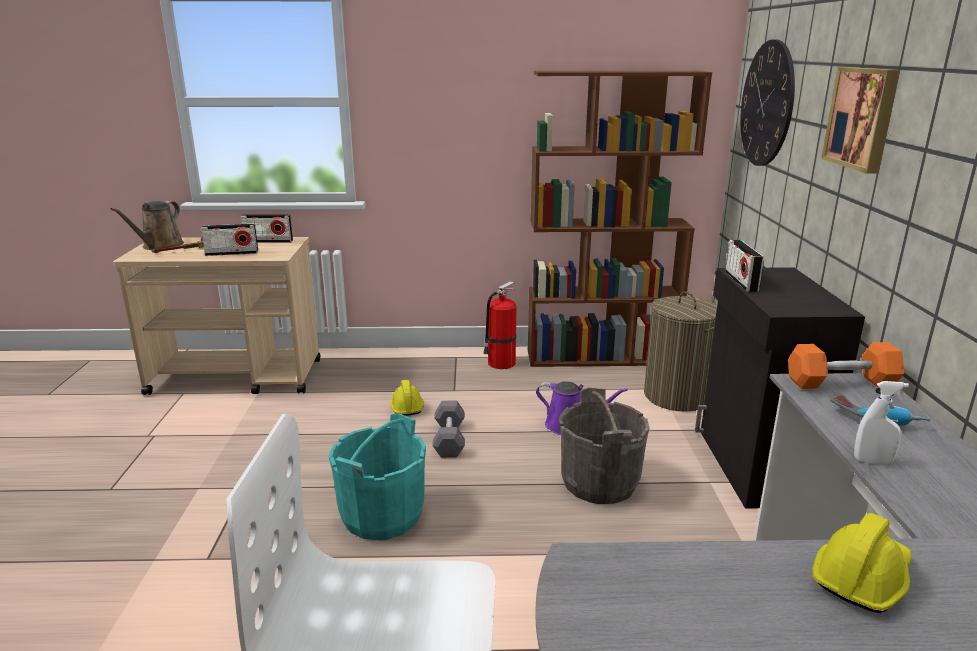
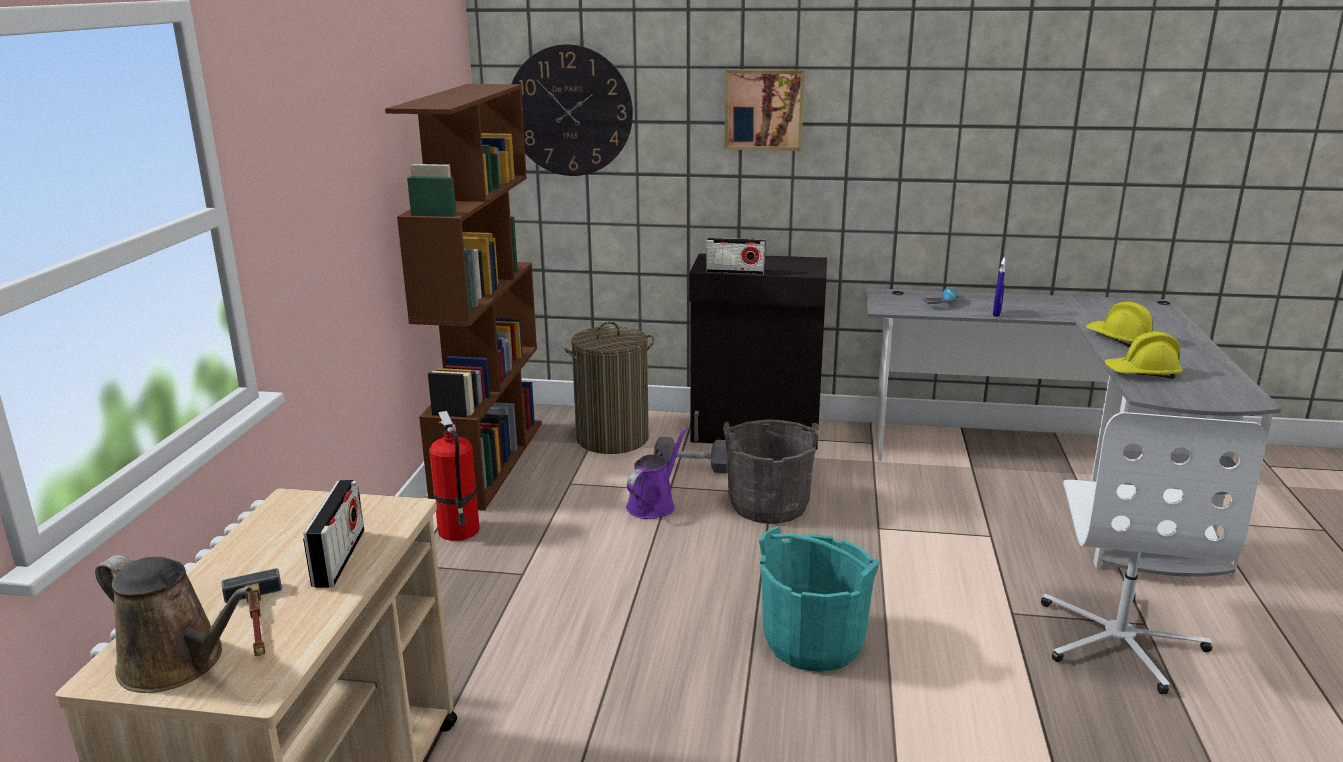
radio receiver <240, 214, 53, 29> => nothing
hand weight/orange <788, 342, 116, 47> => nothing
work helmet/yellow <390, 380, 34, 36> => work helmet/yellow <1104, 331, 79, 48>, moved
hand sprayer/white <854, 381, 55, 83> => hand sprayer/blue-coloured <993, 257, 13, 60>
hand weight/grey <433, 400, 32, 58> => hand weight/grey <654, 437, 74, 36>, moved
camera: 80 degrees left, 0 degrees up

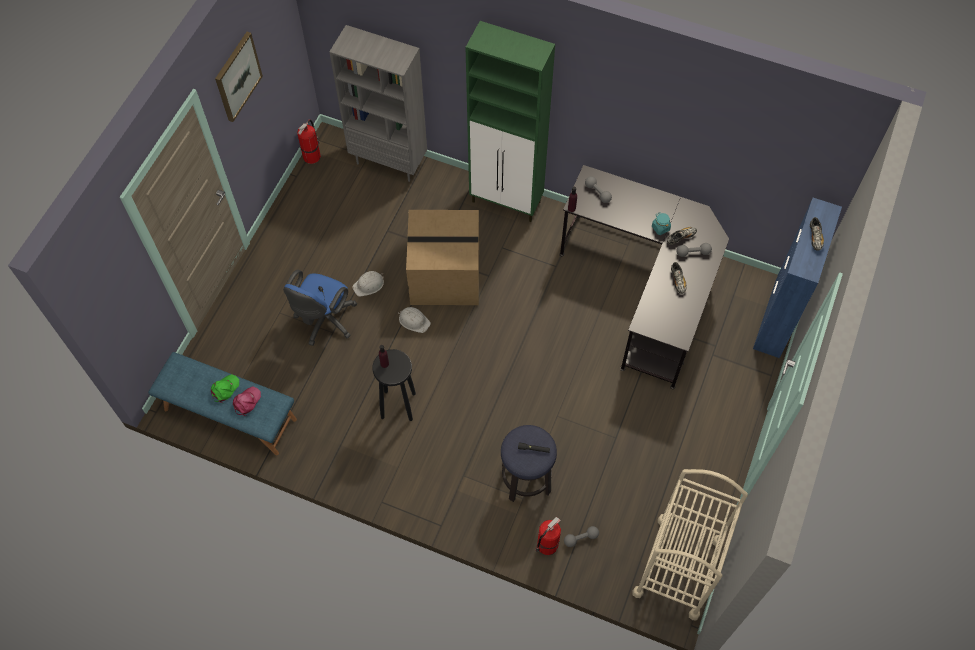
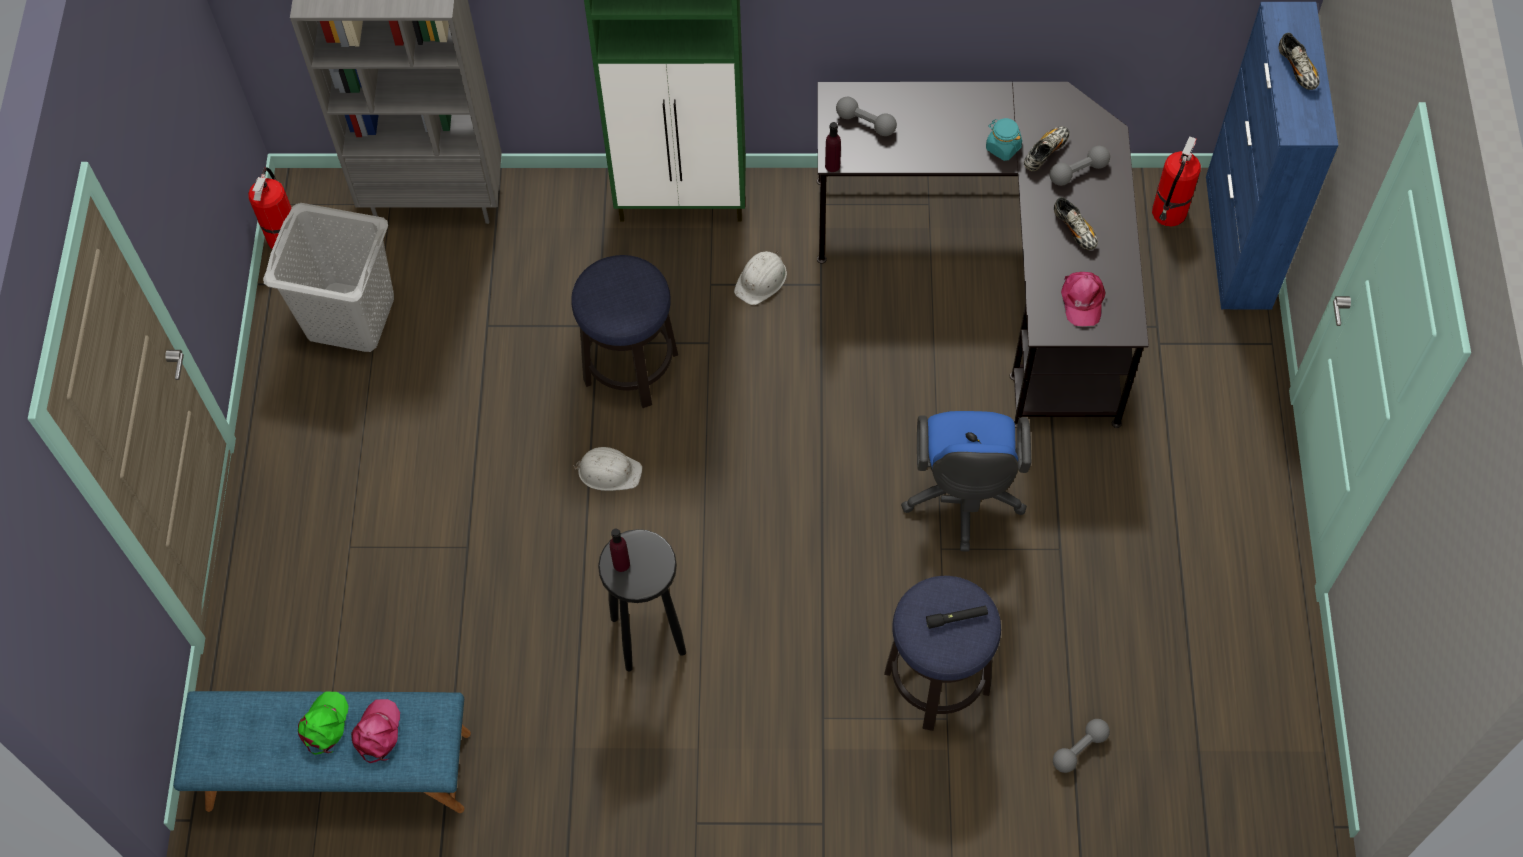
wall art <215, 32, 48, 90> => nothing
cardboard box <406, 210, 73, 95> => stool <571, 255, 107, 153>
computer chair/blue-coloured <283, 270, 74, 76> => computer chair/blue-coloured <901, 411, 130, 140>, moved
work helmet/white <352, 271, 32, 26> => work helmet/white <734, 251, 53, 54>, moved
wheeled cart/beige-coloured <633, 469, 115, 152> => nothing
extinguisher <535, 517, 26, 38> => extinguisher <1152, 136, 49, 90>, moved
nothing => laundry basket/grey <263, 203, 131, 149>
nothing => cap/pink <1061, 272, 45, 54>
camera: 20 degrees left, 0 degrees up

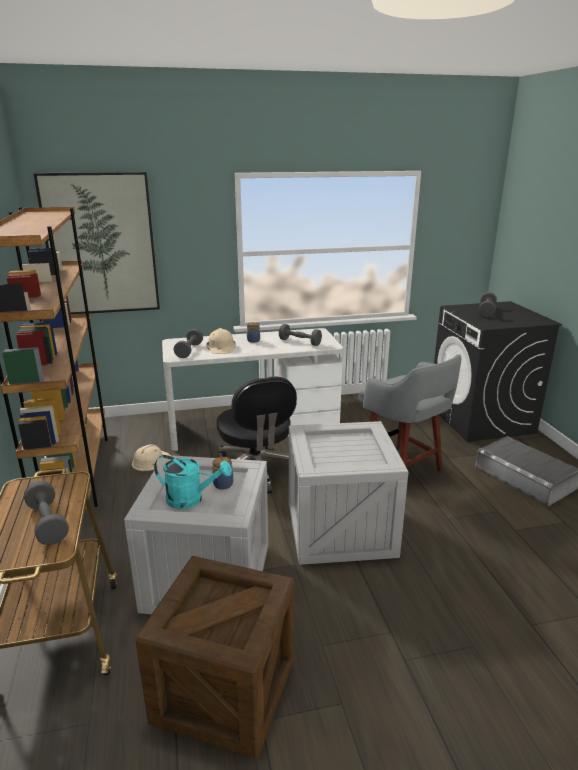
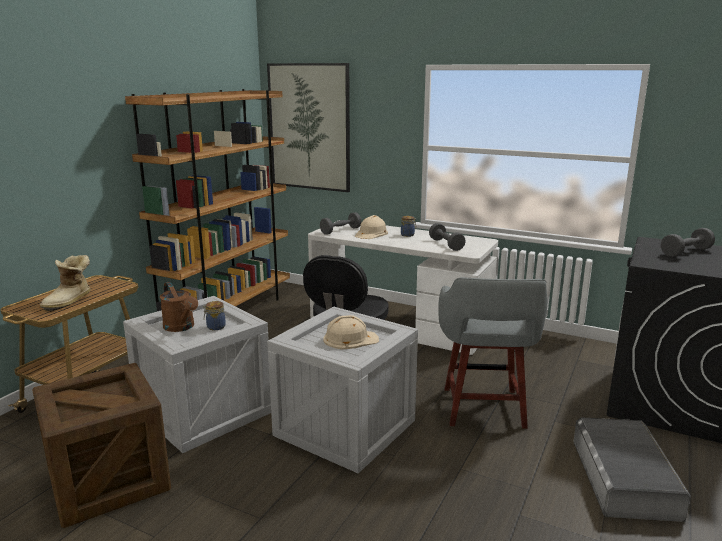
work helmet/beige-coloured <132, 444, 38, 27> => work helmet/beige-coloured <323, 315, 56, 34>, moved
sprinkling can/blue-green <154, 455, 78, 54> => sprinkling can/brown <160, 282, 38, 50>
hand weight/grey <24, 481, 45, 64> => high-top boot <40, 255, 51, 56>
camera: 40 degrees right, 5 degrees down

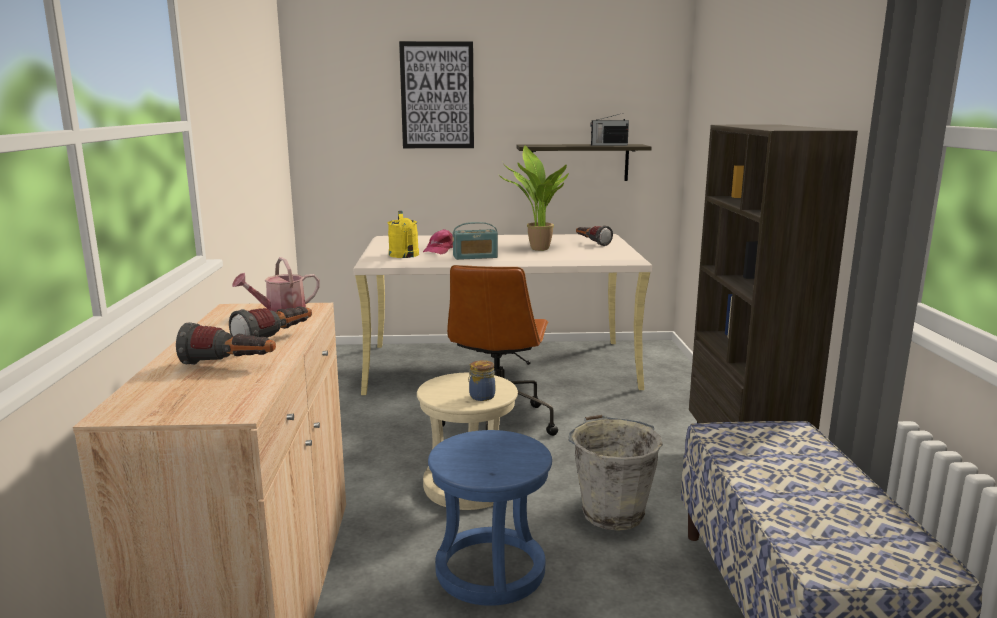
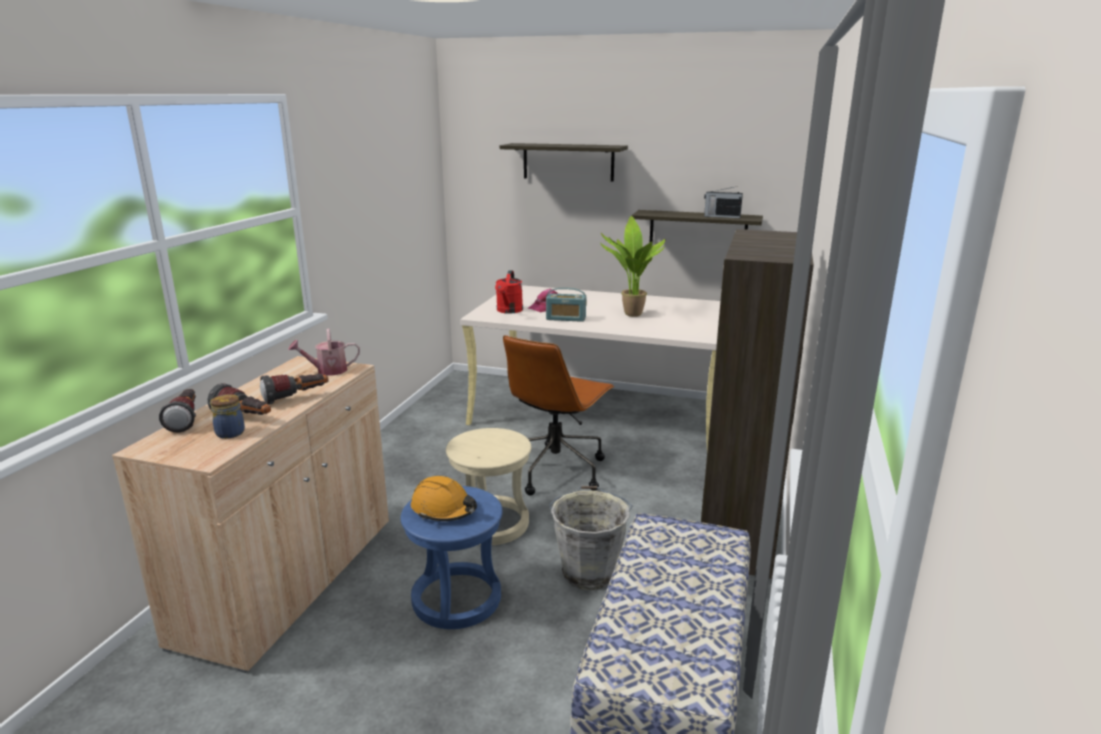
wall art <399, 41, 75, 107> => wall shelf <500, 143, 128, 38>
sprinkling can/yellow <388, 211, 31, 47> => sprinkling can/red <495, 270, 28, 44>
hand torch <576, 225, 37, 21> => hand torch <159, 389, 37, 43>, moved
preserve jar <468, 360, 27, 41> => preserve jar <210, 394, 35, 45>, moved
nothing => work helmet/orange <411, 476, 66, 45>
camera: 20 degrees right, 5 degrees up

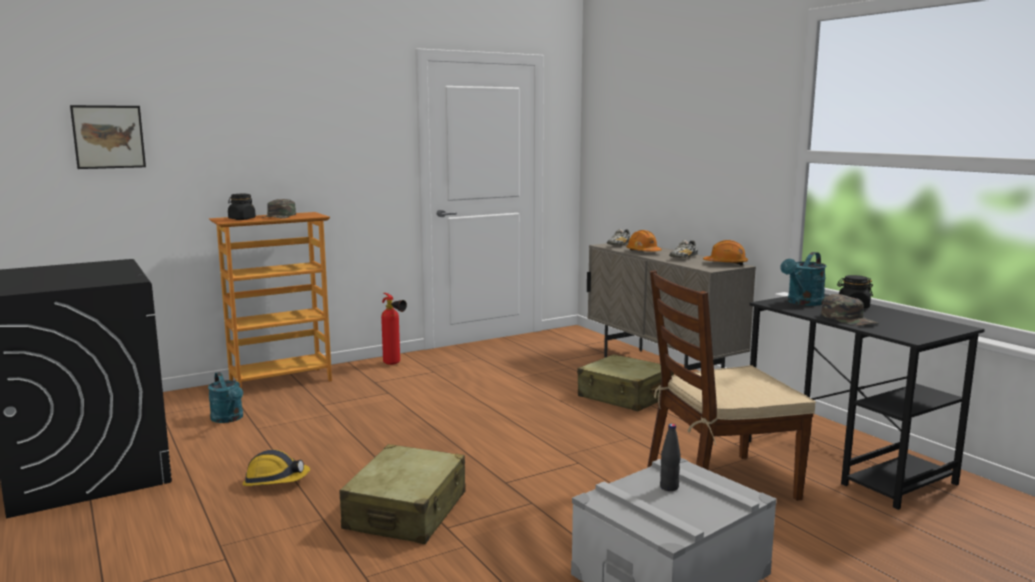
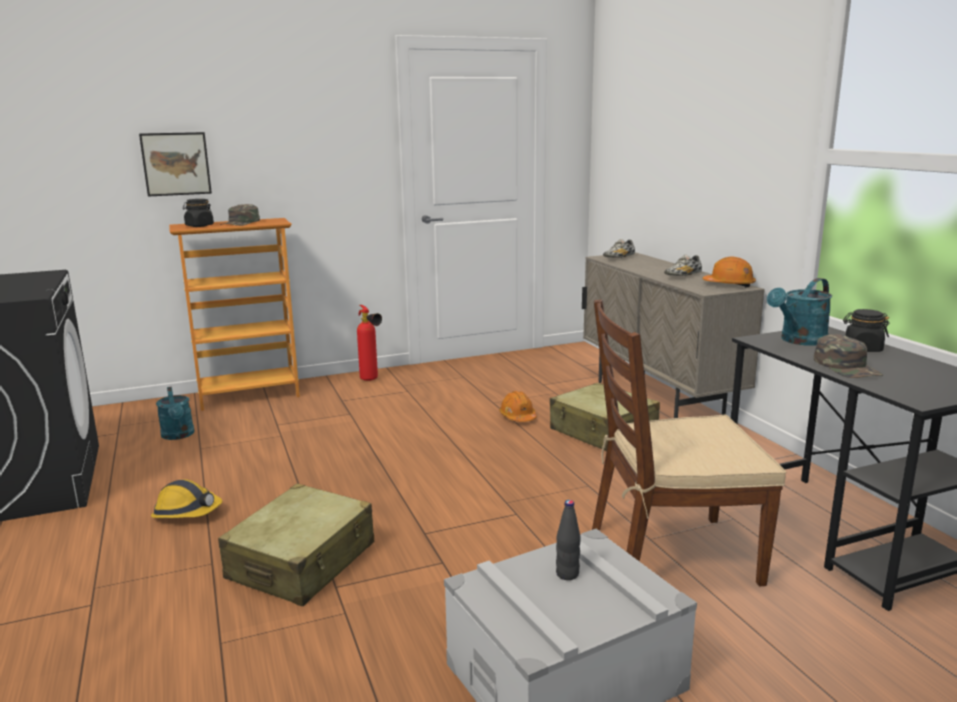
wall art <70, 105, 76, 64> => wall art <139, 132, 73, 65>, moved
work helmet/orange <626, 230, 36, 22> => work helmet/orange <499, 391, 38, 31>, moved
camera: 10 degrees right, 5 degrees up

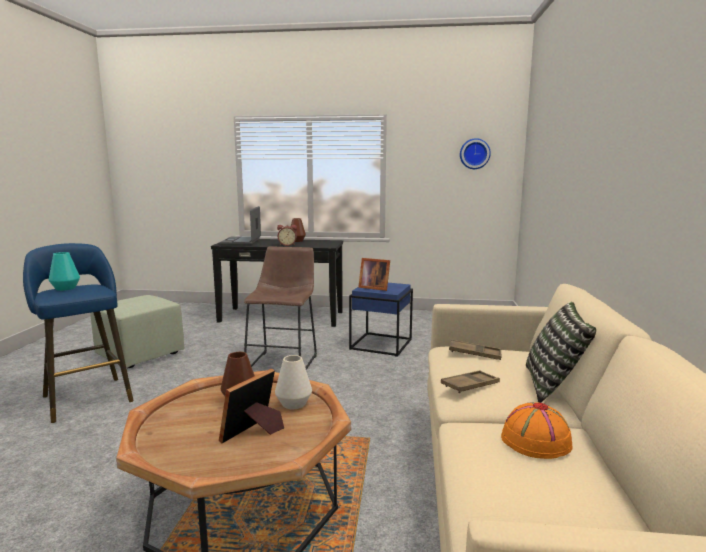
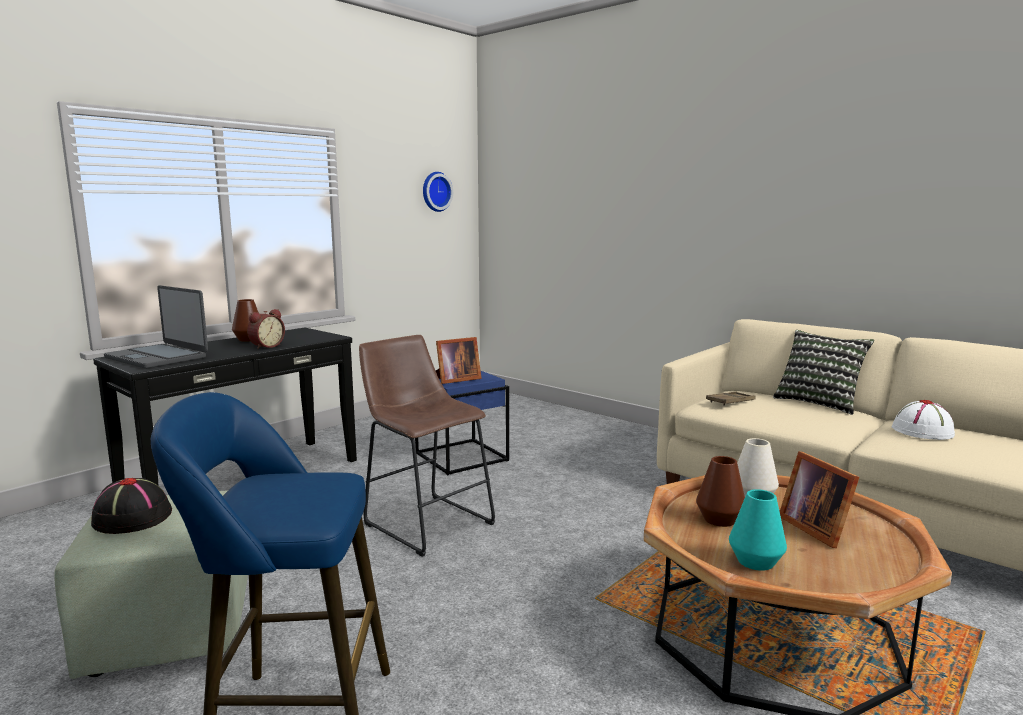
vase/blue-green <48, 252, 32, 39> => vase/blue-green <729, 489, 58, 82>, moved
tray/brown <441, 370, 59, 23> => nothing
hat/orange <501, 402, 71, 57> => hat/white <892, 400, 63, 40>
nothing => hat/blackish <91, 478, 81, 56>
camera: 55 degrees left, 0 degrees up

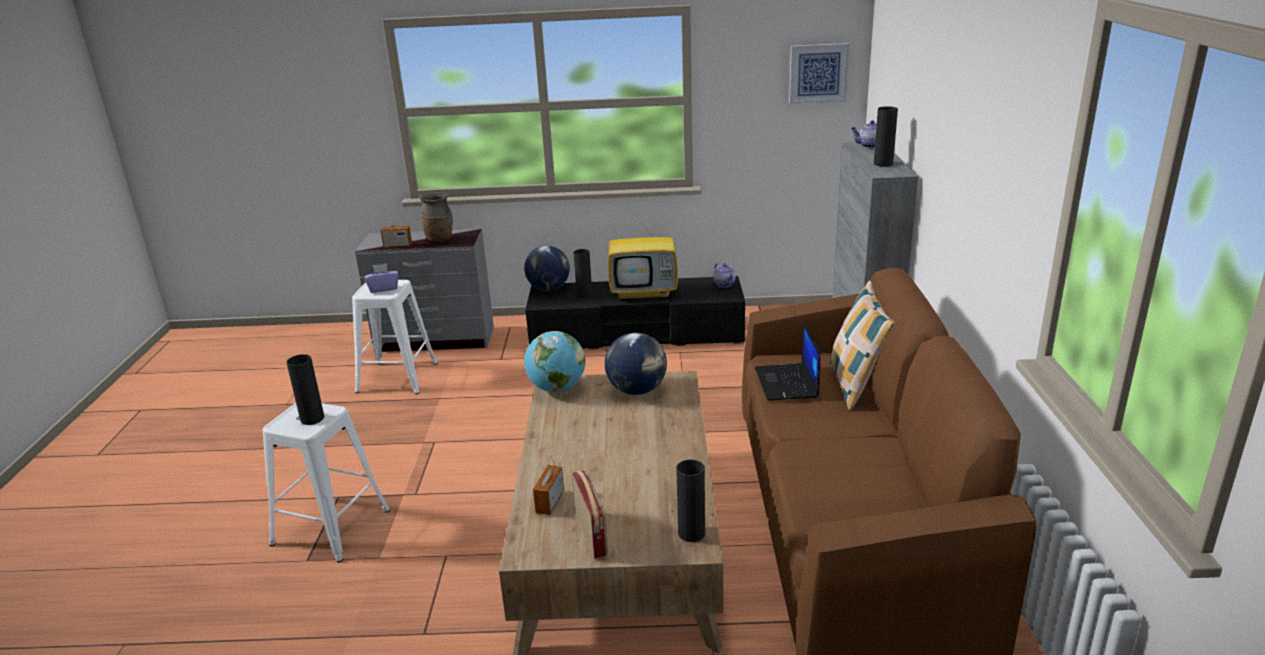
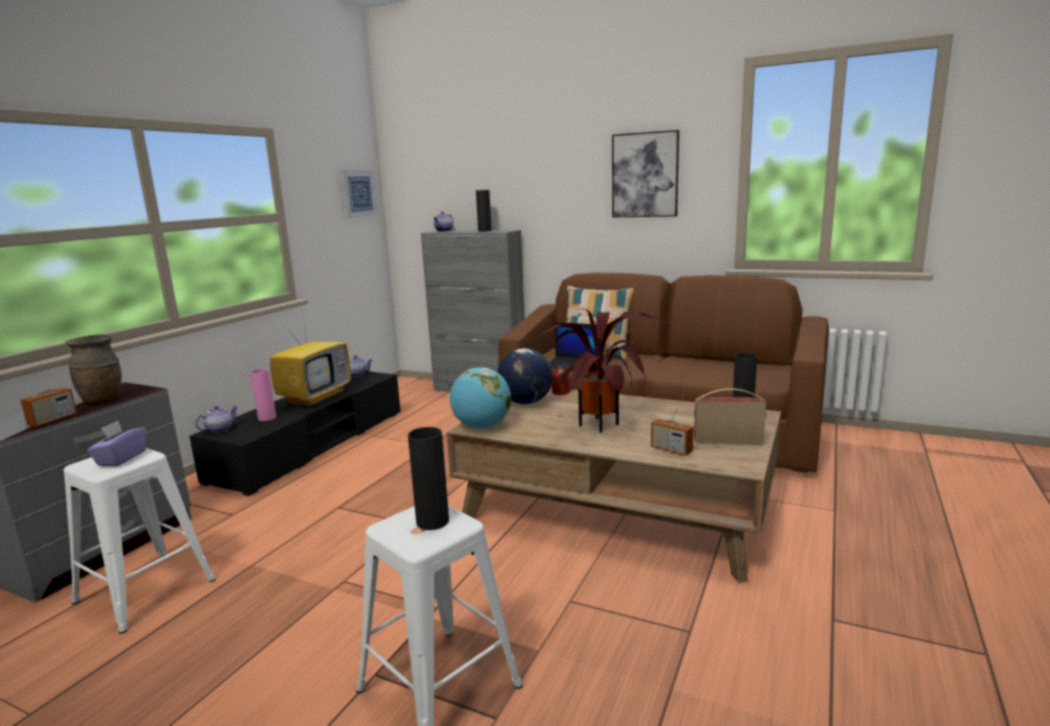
world globe <524, 246, 46, 45> => pot for tea <195, 406, 44, 27>
vase/blackish <573, 249, 19, 49> => vase/pink <250, 369, 26, 52>
nothing => wall art <612, 130, 67, 88>
nothing => houseplant <537, 309, 133, 124>
nothing => candle/red <552, 367, 18, 28>
camera: 65 degrees left, 10 degrees down

